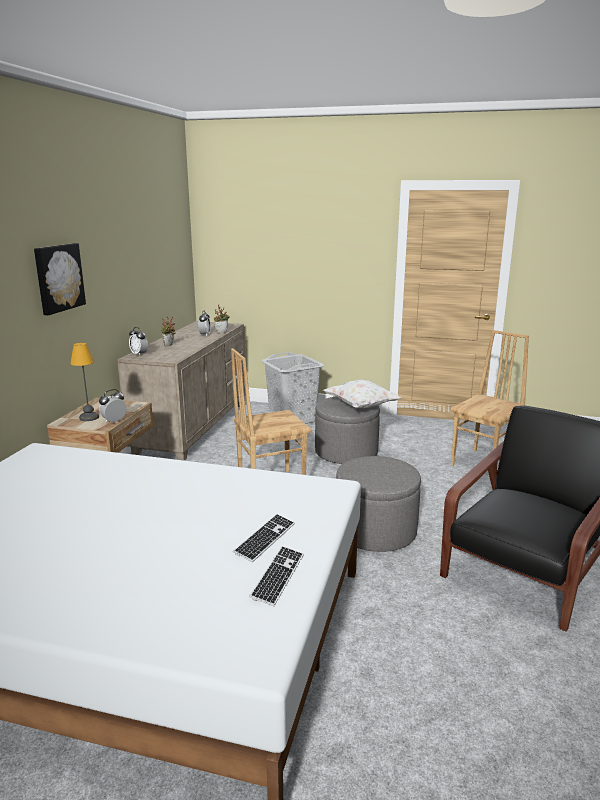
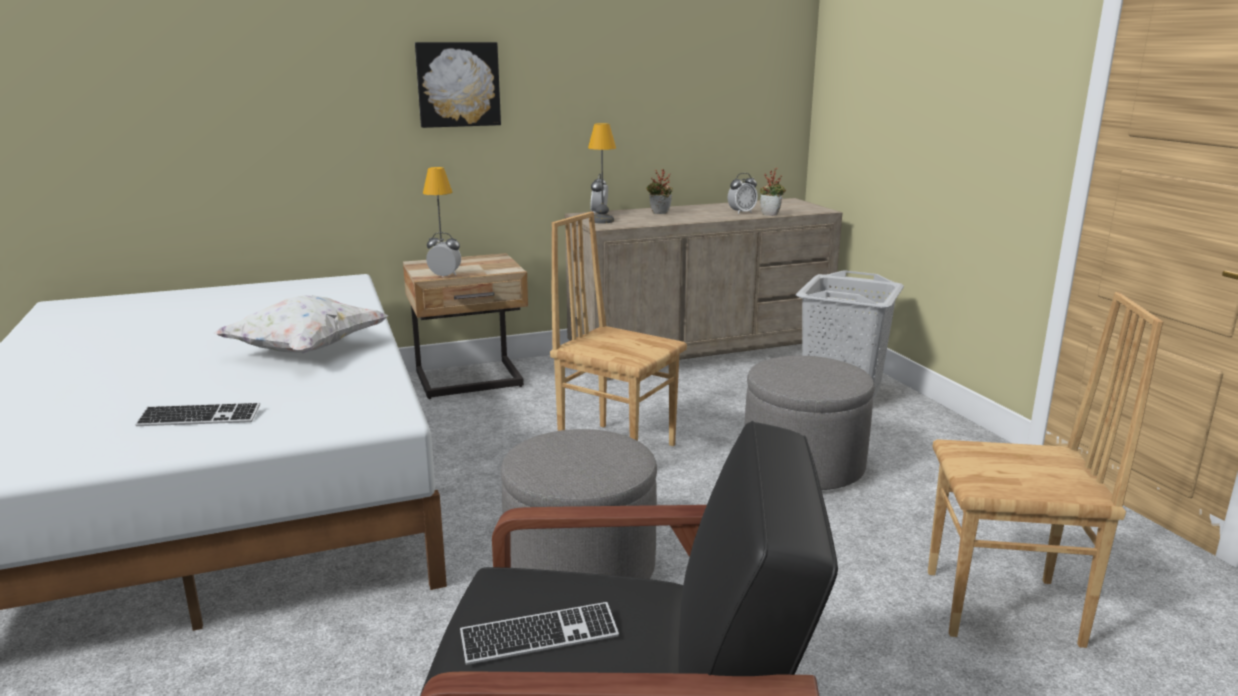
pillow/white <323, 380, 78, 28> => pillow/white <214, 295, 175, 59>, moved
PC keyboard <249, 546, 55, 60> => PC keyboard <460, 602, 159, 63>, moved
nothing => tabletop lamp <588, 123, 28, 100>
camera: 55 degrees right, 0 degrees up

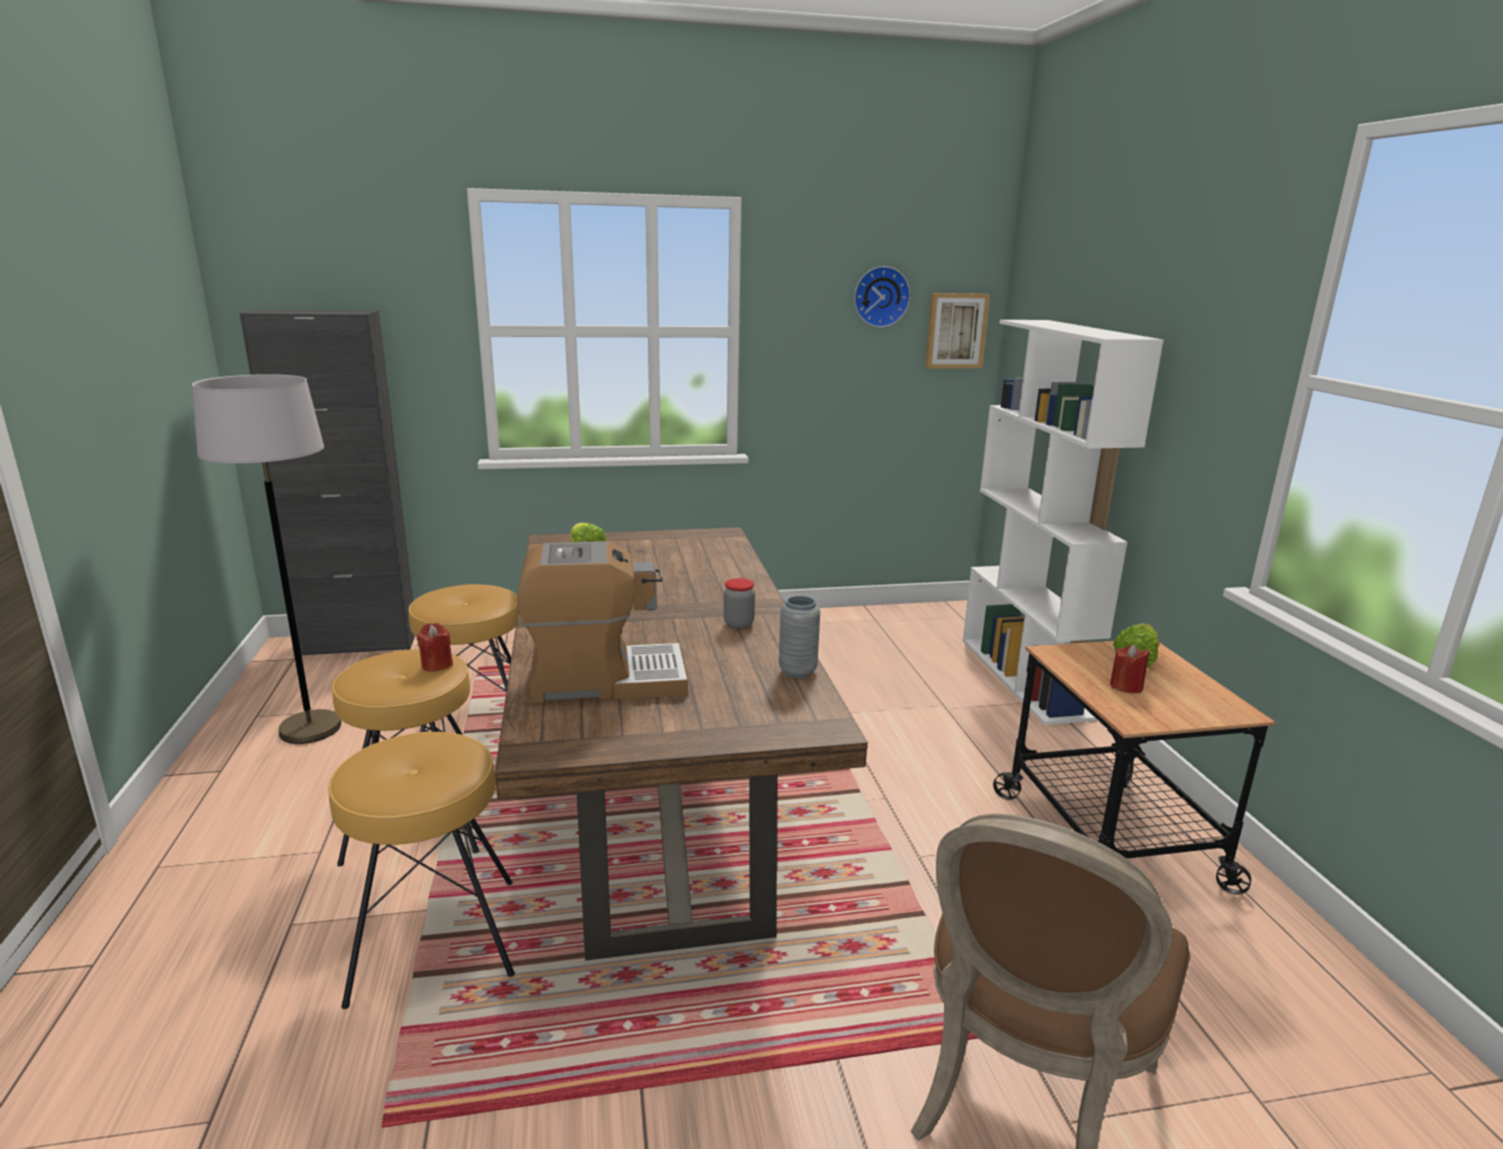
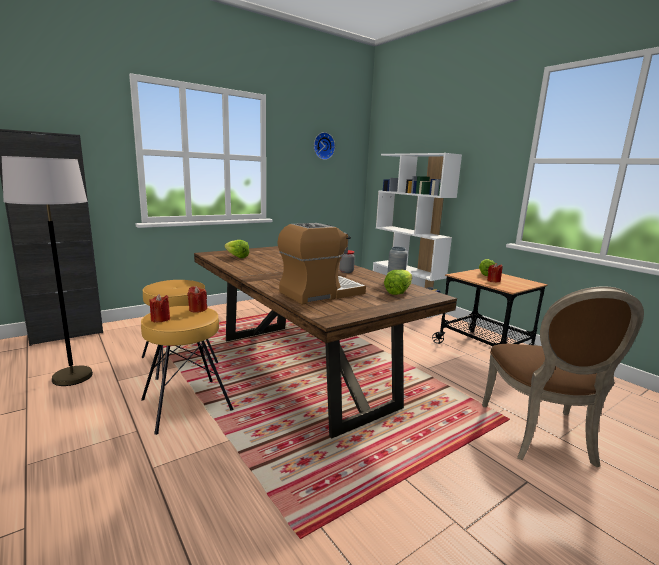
wall art <925, 293, 65, 75> => nothing
stool/brown <328, 732, 187, 277> => nothing
nothing => head of lettuce <384, 270, 28, 25>
nothing => candle/red <150, 294, 20, 28>
camera: 25 degrees left, 5 degrees down

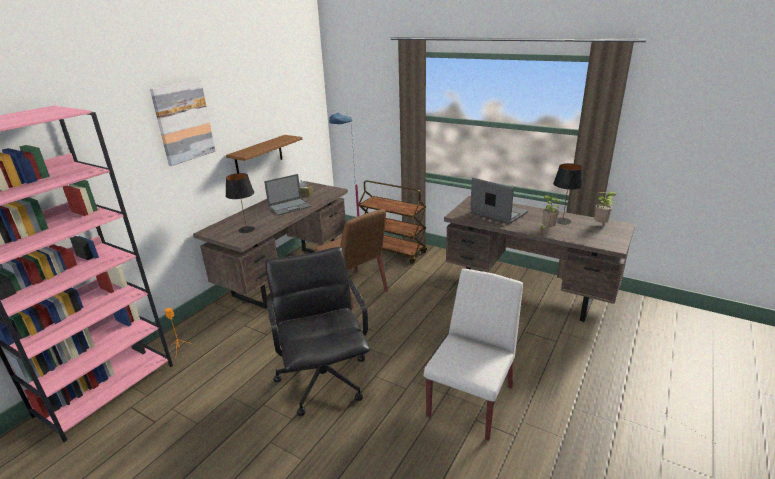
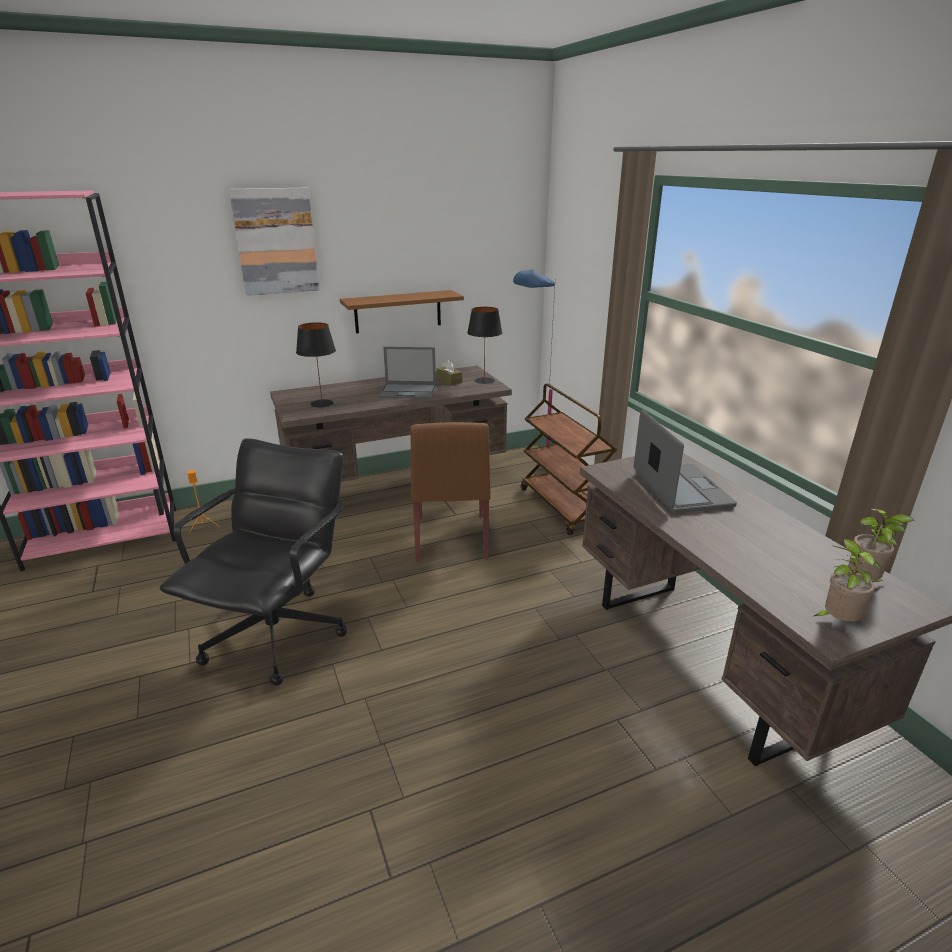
tabletop lamp/blackish <553, 163, 30, 61> => tabletop lamp/blackish <467, 307, 35, 77>, moved
houseplant <540, 195, 20, 35> => houseplant <814, 538, 67, 83>, moved
plain chair/white <424, 269, 99, 172> => nothing
camera: 35 degrees right, 0 degrees up

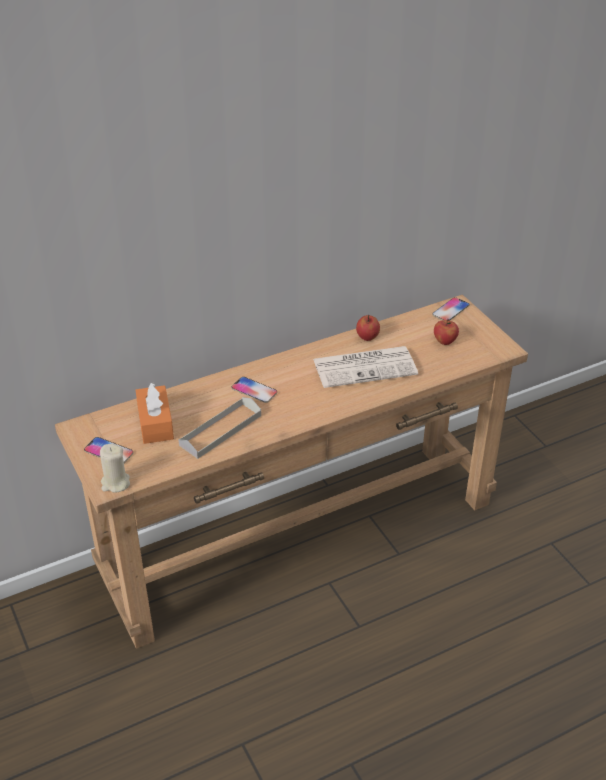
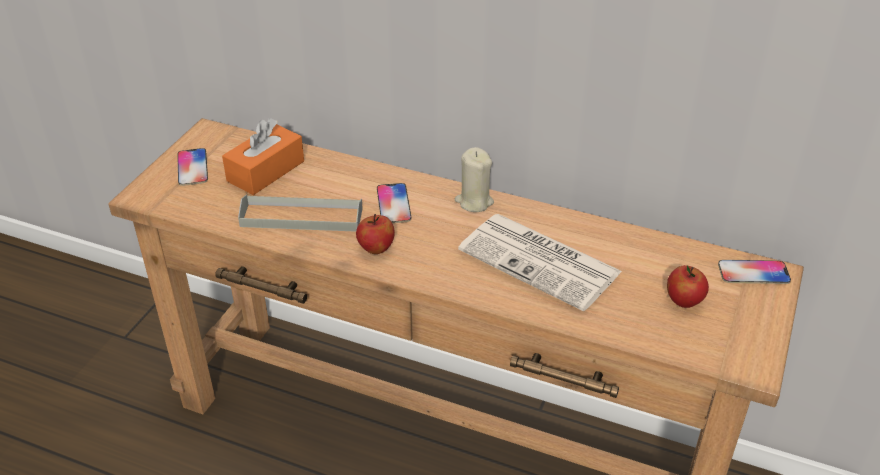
apple fruit <356, 314, 24, 27> => apple fruit <356, 214, 39, 40>, moved
candle/beige-coloured <100, 444, 30, 49> => candle/beige-coloured <455, 147, 39, 65>, moved
camera: 50 degrees right, 0 degrees up

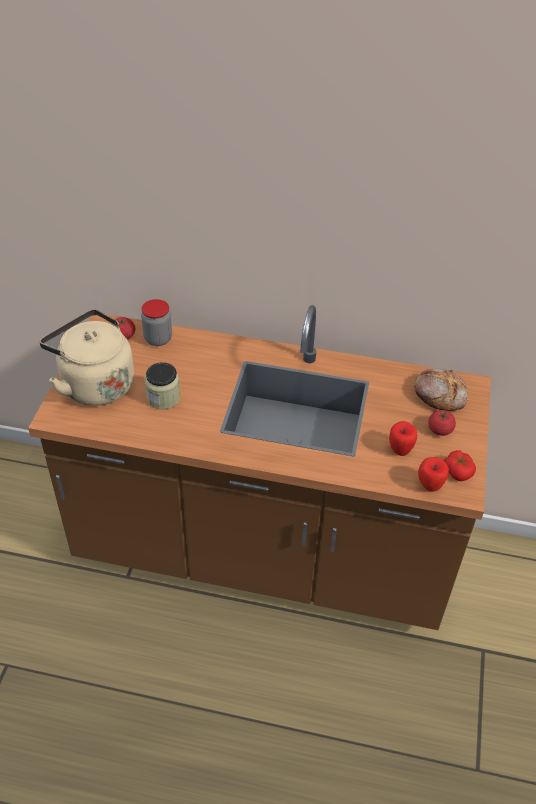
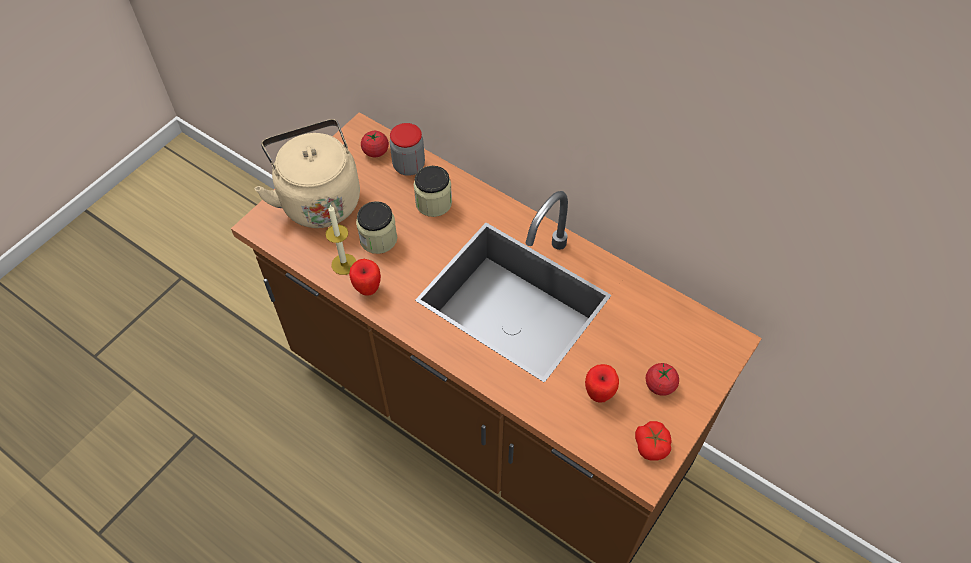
baked bread <414, 369, 54, 42> => nothing
apple fruit <418, 457, 31, 35> => apple fruit <349, 259, 32, 37>, moved
nothing => preserve jar <414, 166, 38, 51>
nothing => candle <326, 205, 30, 70>
camera: 25 degrees right, 10 degrees up

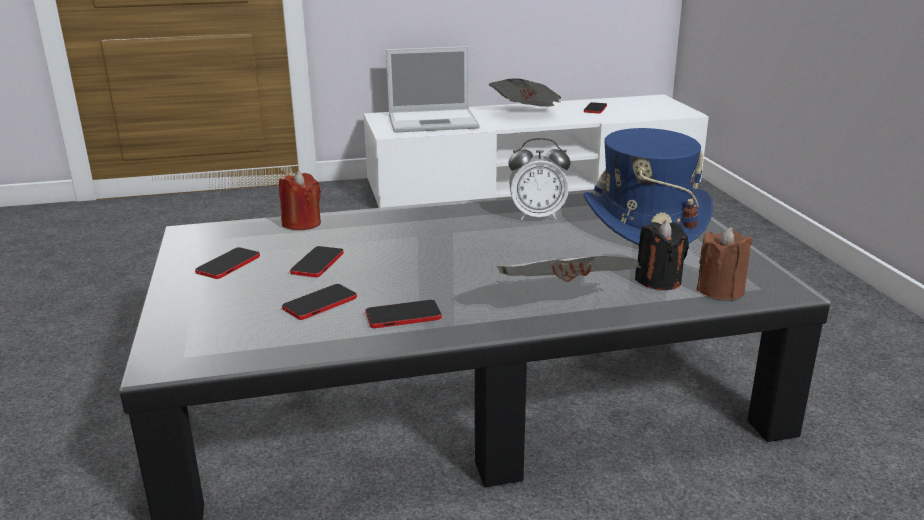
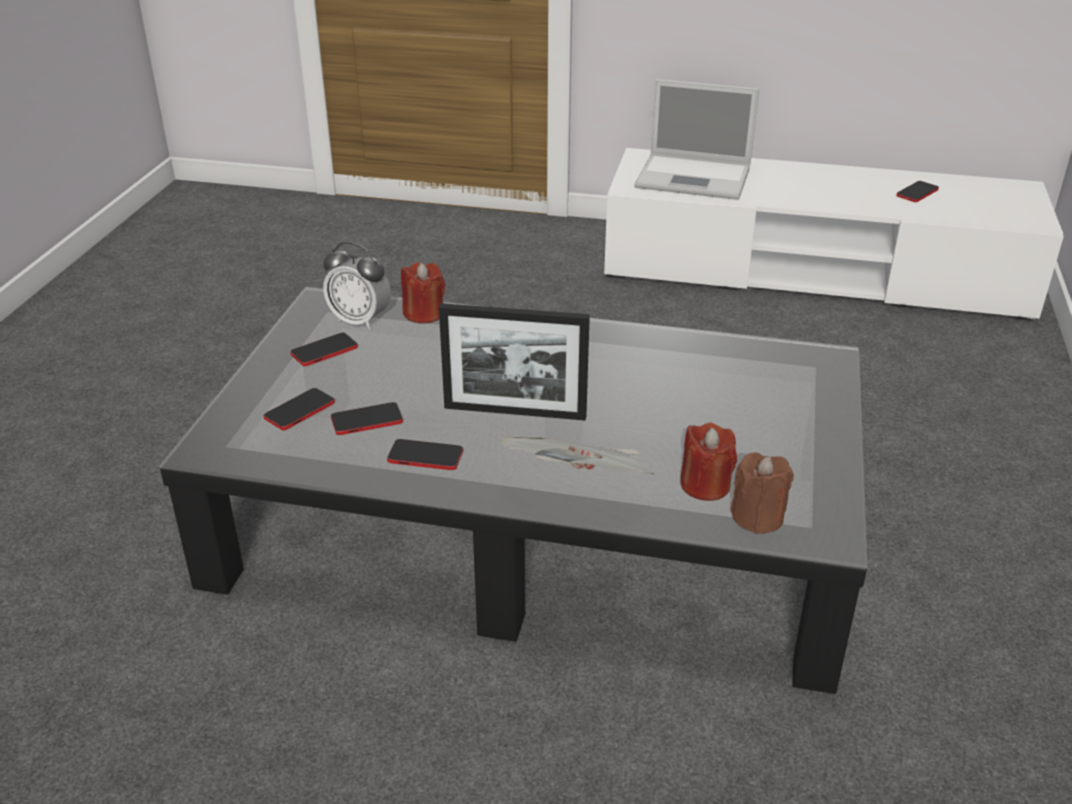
daily paper <488, 79, 73, 28> => nothing
hat/blue-coloured <583, 128, 130, 117> => nothing
table clock <508, 138, 63, 82> => table clock <323, 242, 68, 88>, moved
candle/blackish <635, 220, 54, 70> => candle/red <680, 423, 57, 78>
handset <290, 246, 53, 31> => handset <264, 388, 71, 42>, moved
nothing => photo frame <439, 303, 151, 117>
camera: 25 degrees right, 10 degrees up

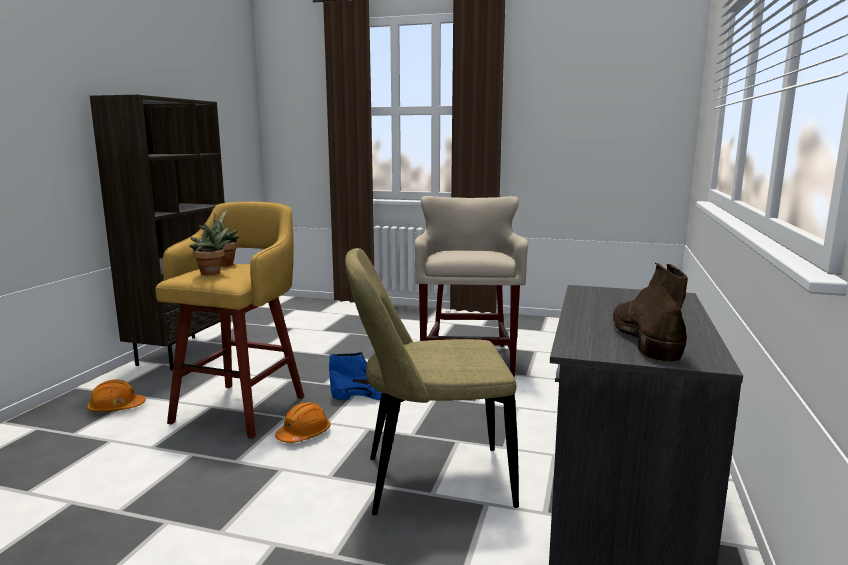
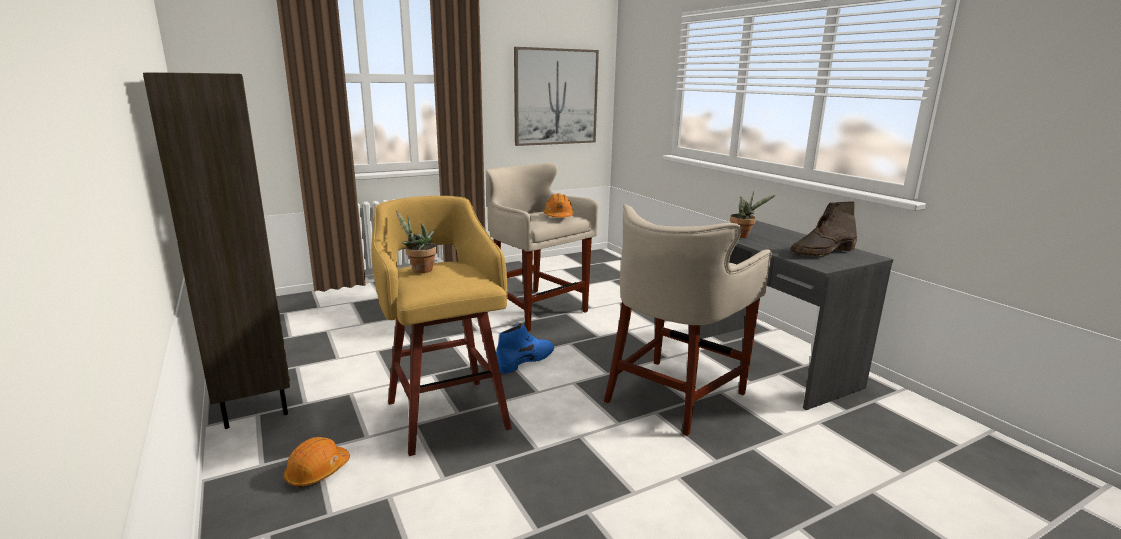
houseplant <189, 220, 42, 55> => houseplant <730, 192, 46, 46>, moved
plain chair/beige-coloured <345, 248, 174, 267> => stool/beige-coloured <604, 204, 168, 232>
high-top boot/brown <612, 262, 76, 100> => high-top boot/brown <790, 201, 67, 55>, 75 degrees counterclockwise
work helmet/orange <275, 402, 55, 41> => work helmet/orange <543, 193, 31, 24>, moved
nothing => wall art <514, 47, 85, 99>
camera: 45 degrees left, 5 degrees up

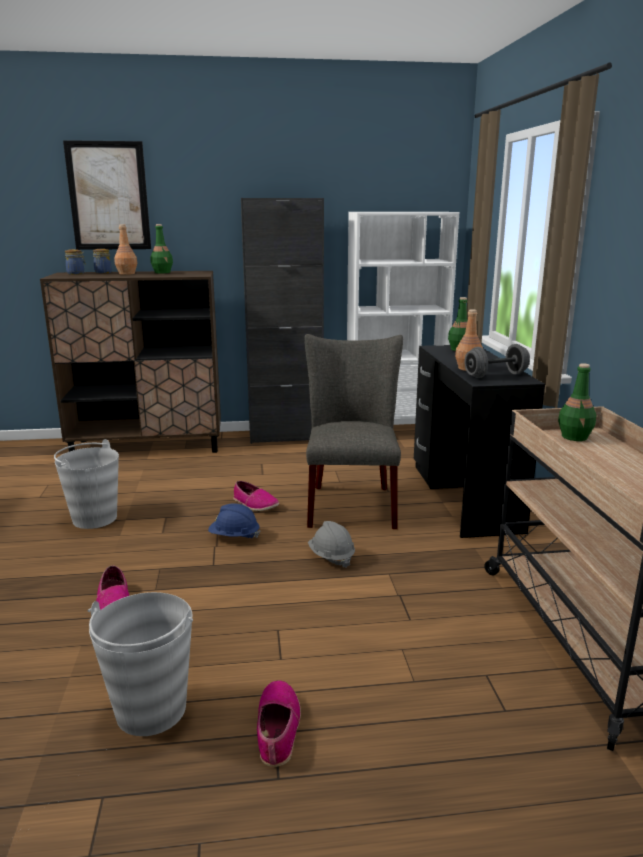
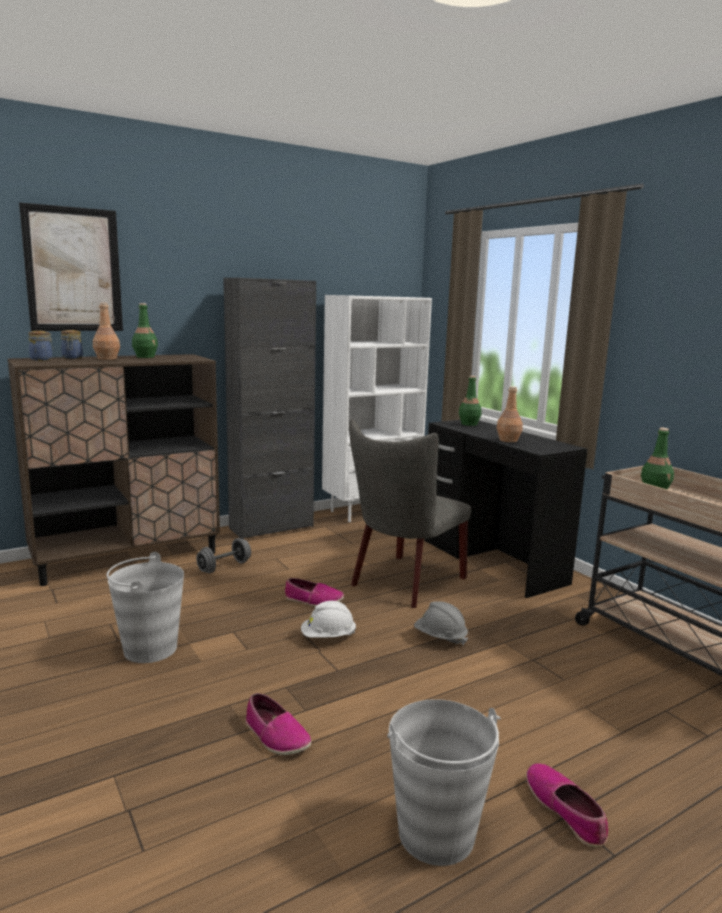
plain chair/grey <304, 334, 99, 195> => plain chair/grey <349, 419, 122, 189>, 120 degrees counterclockwise
hand weight/grey <465, 344, 65, 34> => hand weight/grey <196, 538, 55, 35>, moved
work helmet/blue-coloured <208, 503, 52, 35> => work helmet/white <301, 601, 55, 37>
camera: 25 degrees left, 5 degrees down

